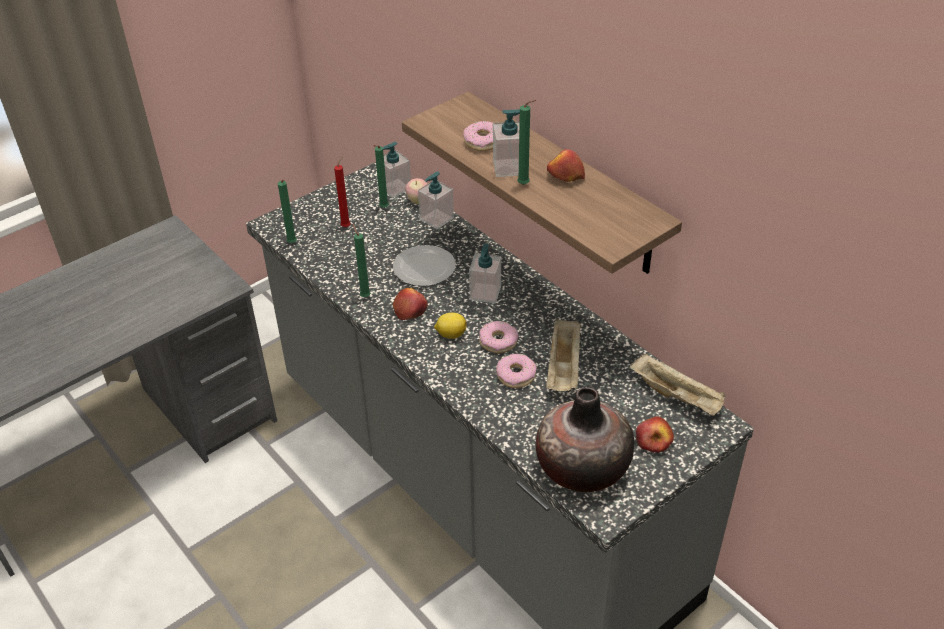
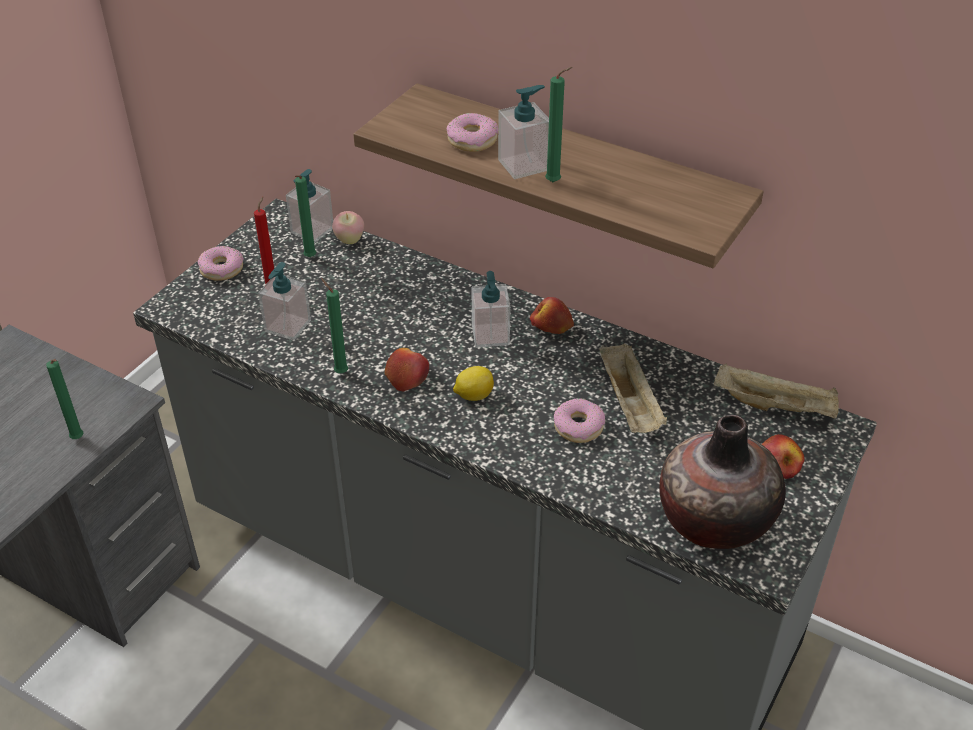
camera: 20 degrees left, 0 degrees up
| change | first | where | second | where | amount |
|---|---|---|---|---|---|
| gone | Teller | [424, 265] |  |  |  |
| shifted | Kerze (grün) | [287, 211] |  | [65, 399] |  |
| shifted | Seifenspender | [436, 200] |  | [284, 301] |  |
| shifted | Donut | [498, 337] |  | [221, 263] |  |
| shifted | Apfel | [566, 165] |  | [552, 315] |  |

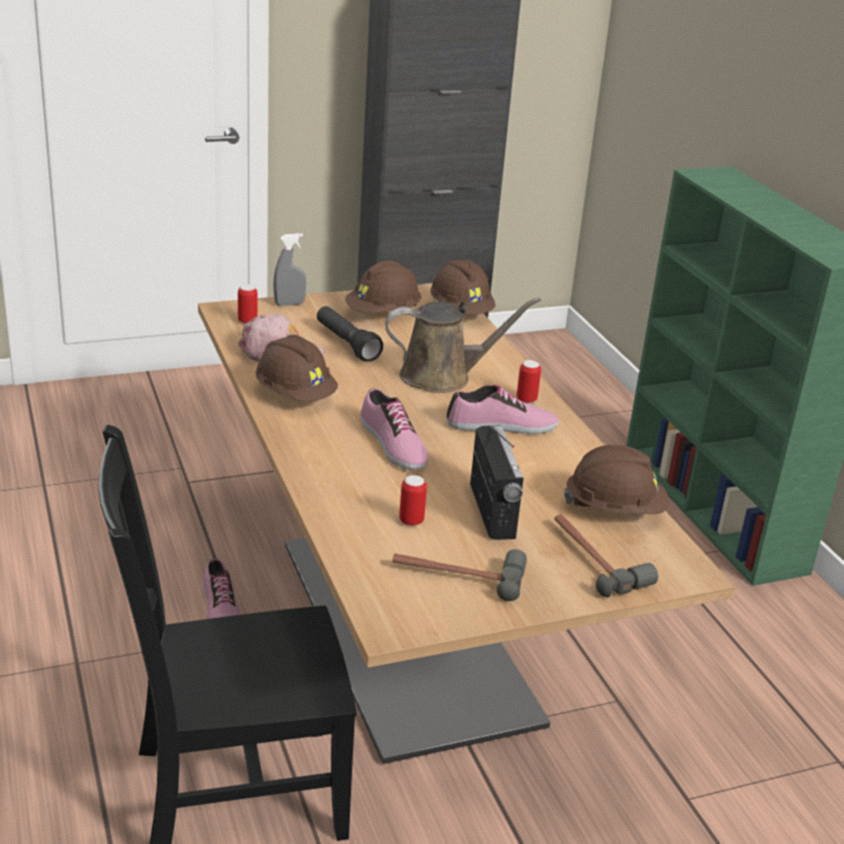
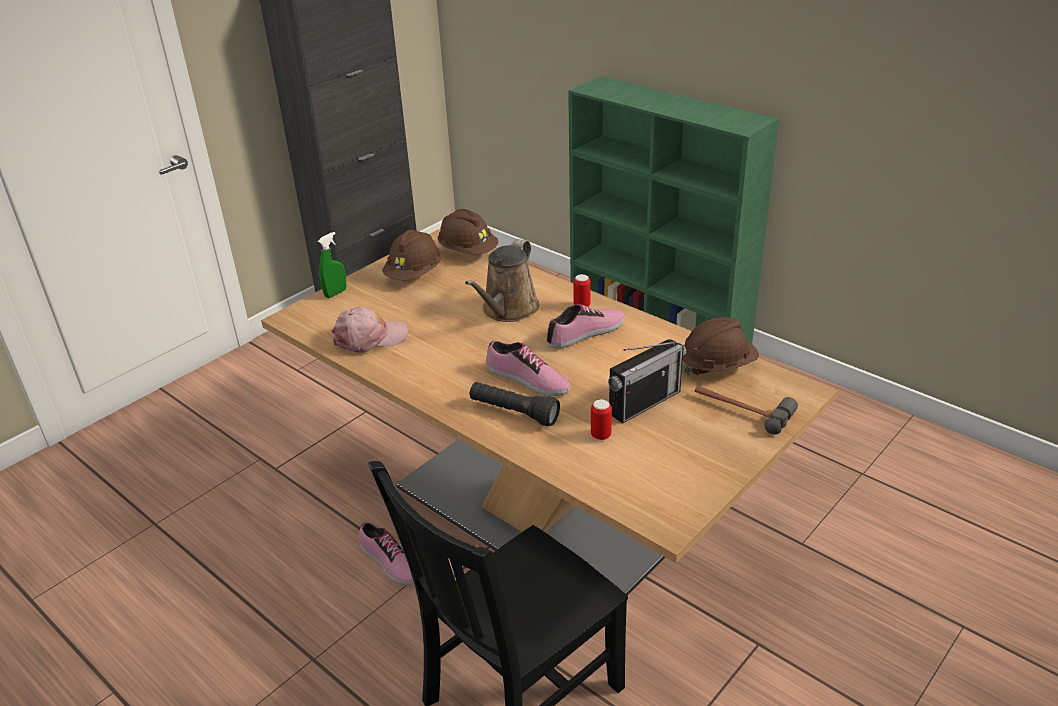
camera: 25 degrees left, 5 degrees up
| change | first | where | second | where | amount |
|---|---|---|---|---|---|
| gone | Dose | [248, 304] |  |  |  |
| gone | Schutzhelm (braun) | [296, 368] |  |  |  |
| gone | Hammer | [459, 575] |  |  |  |
| shifted | Taschenlampe (schwarz) | [350, 334] |  | [515, 404] |  |
| repainted | Sprühflasche (grau) | [289, 269] | Sprühflasche (grün) | [332, 265] |  |
| rotated | Gießkanne (braun) | [463, 345] |  | [502, 280] | 150 degrees clockwise |
| rotated | Radio | [497, 482] |  | [647, 382] | 90 degrees clockwise |

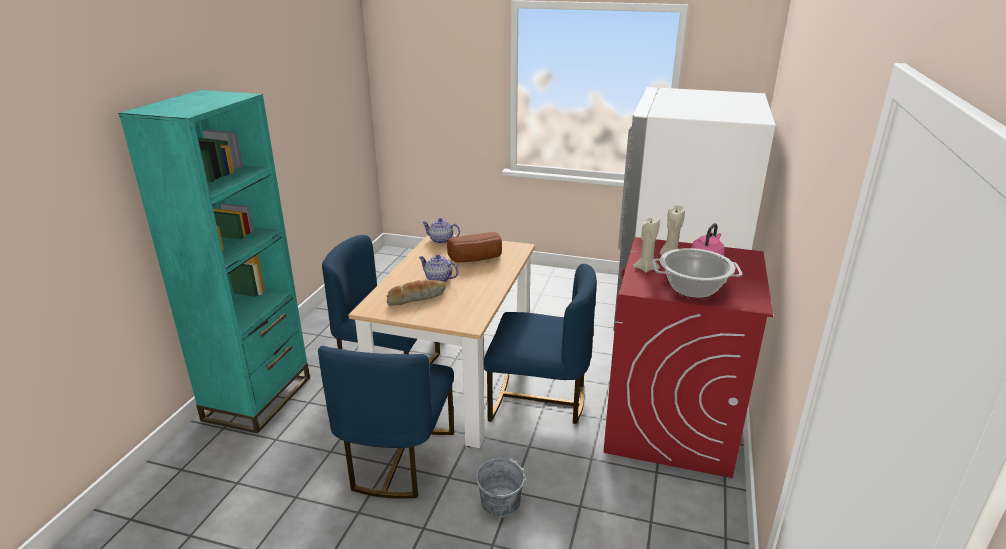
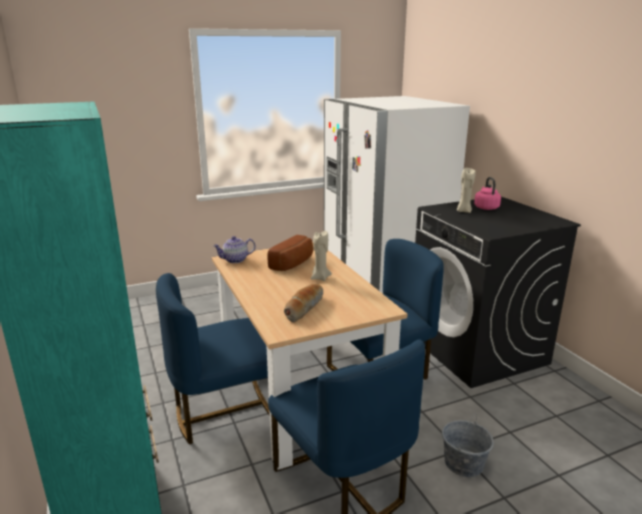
camera: 40 degrees left, 5 degrees down
| change | first | where | second | where | amount |
|---|---|---|---|---|---|
| gone | Teekanne | [438, 268] |  |  |  |
| gone | Kochtopf | [697, 273] |  |  |  |
| shifted | Kerze (beige) | [646, 245] |  | [321, 256] |  |
| repainted | Waschmaschine (rot) | [688, 357] | Waschmaschine (schwarz) | [498, 292] |  |

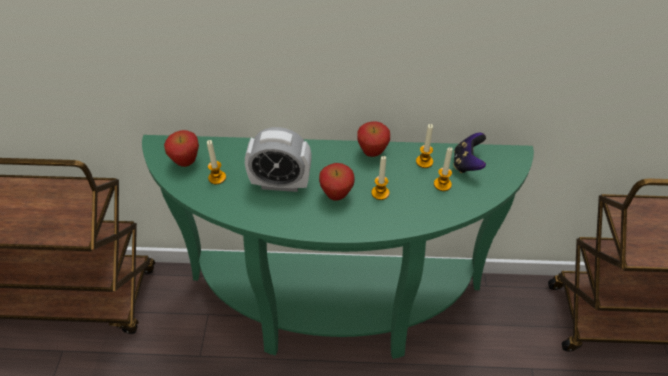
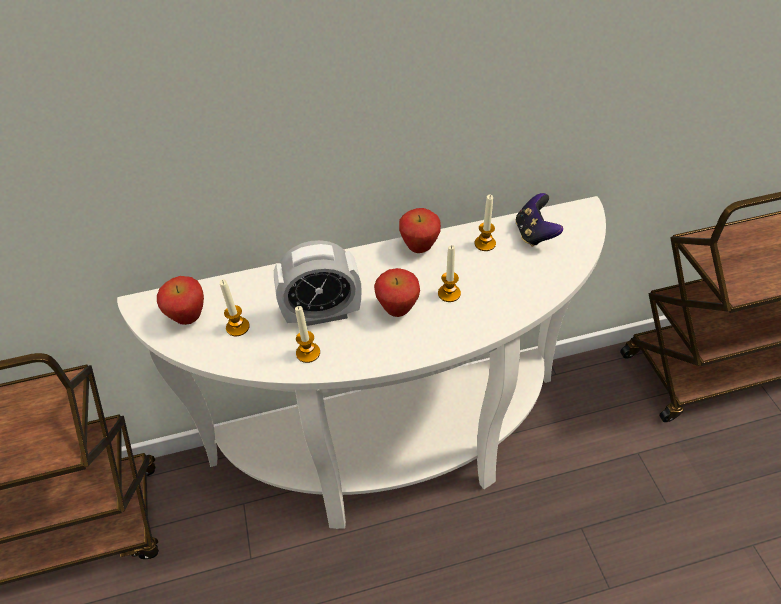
camera: 15 degrees left, 0 degrees up
| change | first | where | second | where | amount |
|---|---|---|---|---|---|
| shifted | Kerze | [443, 169] |  | [307, 334] |  |
| repainted | Konsolentisch (grün) | [338, 247] | Konsolentisch (weiß) | [361, 362] |  |

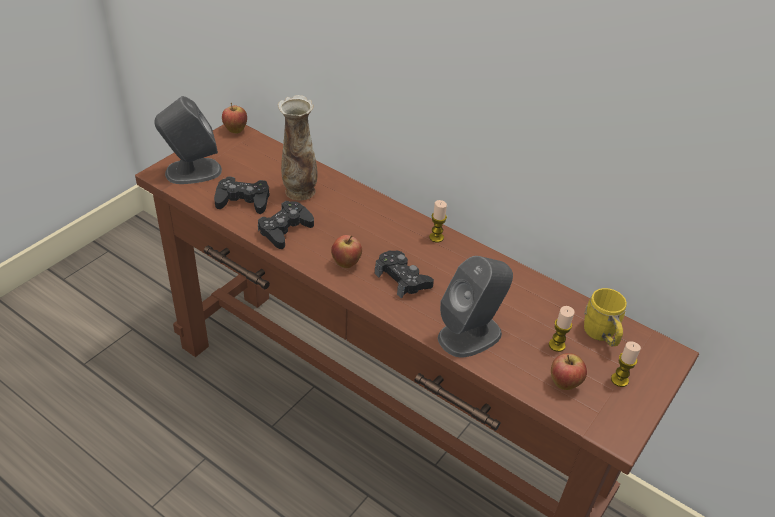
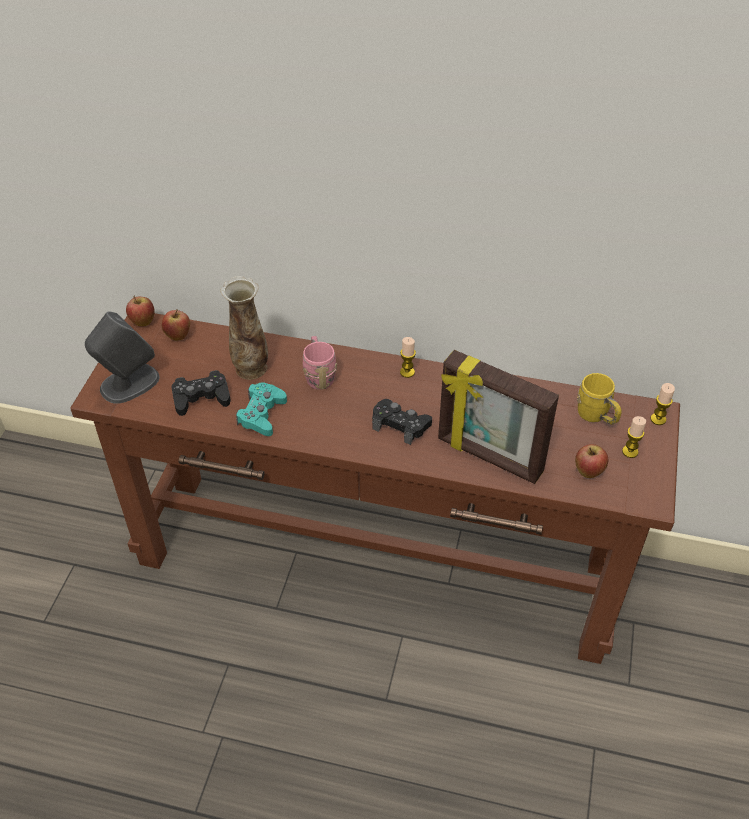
camera: 20 degrees left, 5 degrees up
| change | first | where | second | where | amount |
|---|---|---|---|---|---|
| new |  |  | Henkelbecher (rosa) | [320, 363] |  |
| shifted | Apfel | [346, 251] |  | [176, 325] |  |
| shifted | Kerze | [562, 329] |  | [662, 404] |  |
| swapped | Lautsprecher (grau) | [475, 307] | Bilderrahmen | [498, 417] |  |
| repainted | Gamepad (schwarz) | [286, 225] | Gamepad (türkis) | [261, 409] |  |

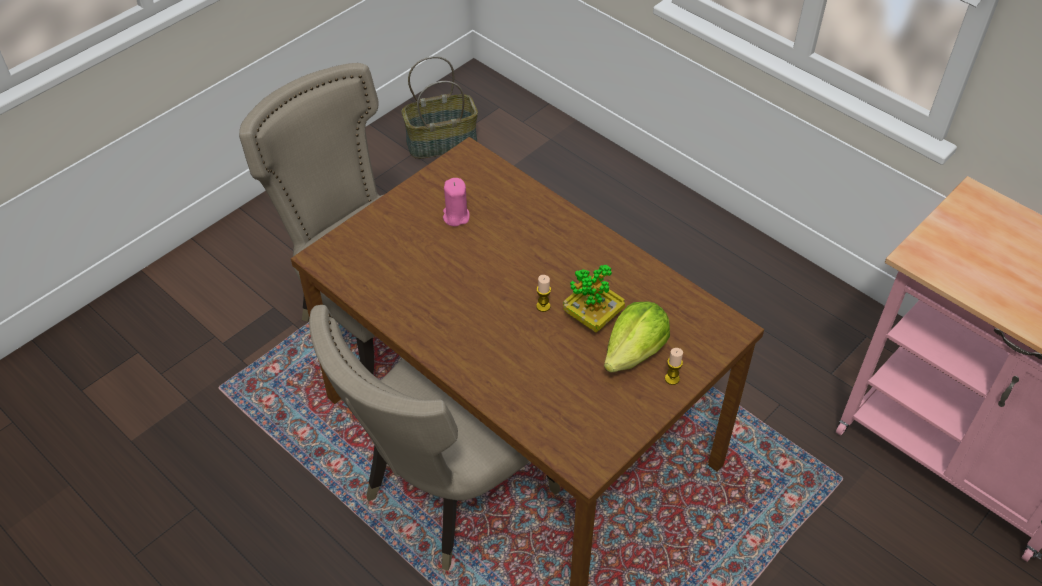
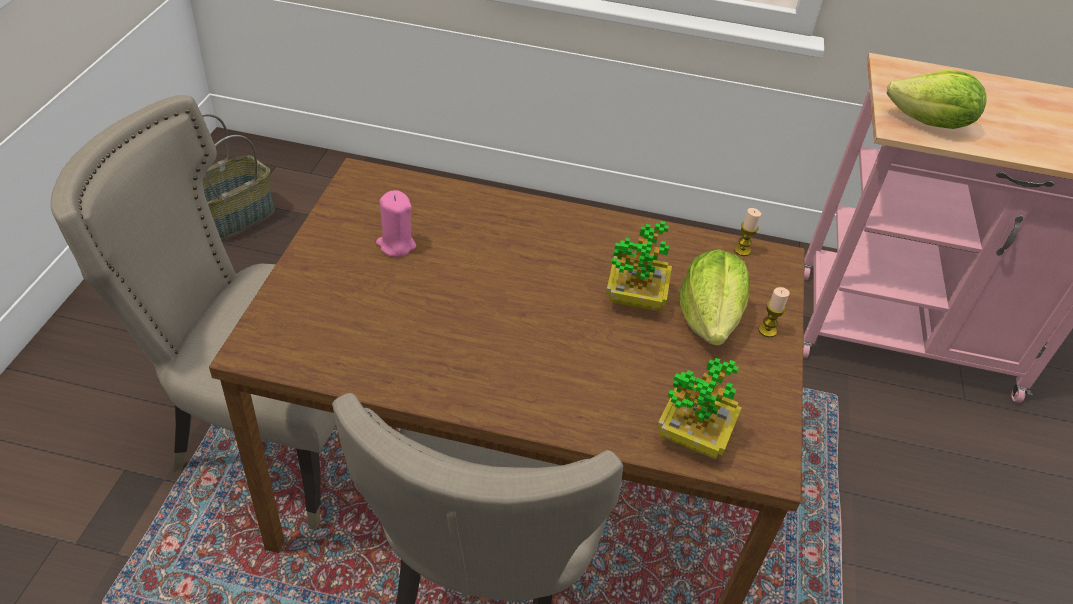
camera: 35 degrees left, 5 degrees down
| change | first | where | second | where | amount |
|---|---|---|---|---|---|
| new |  |  | Topfpflanze | [699, 409] |  |
| new |  |  | Salatkopf | [936, 99] |  |
| shifted | Kerze | [543, 293] |  | [747, 232] |  |

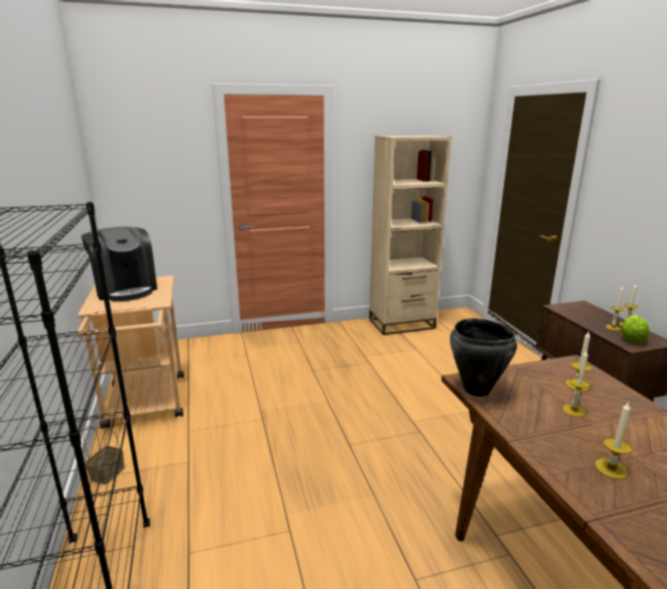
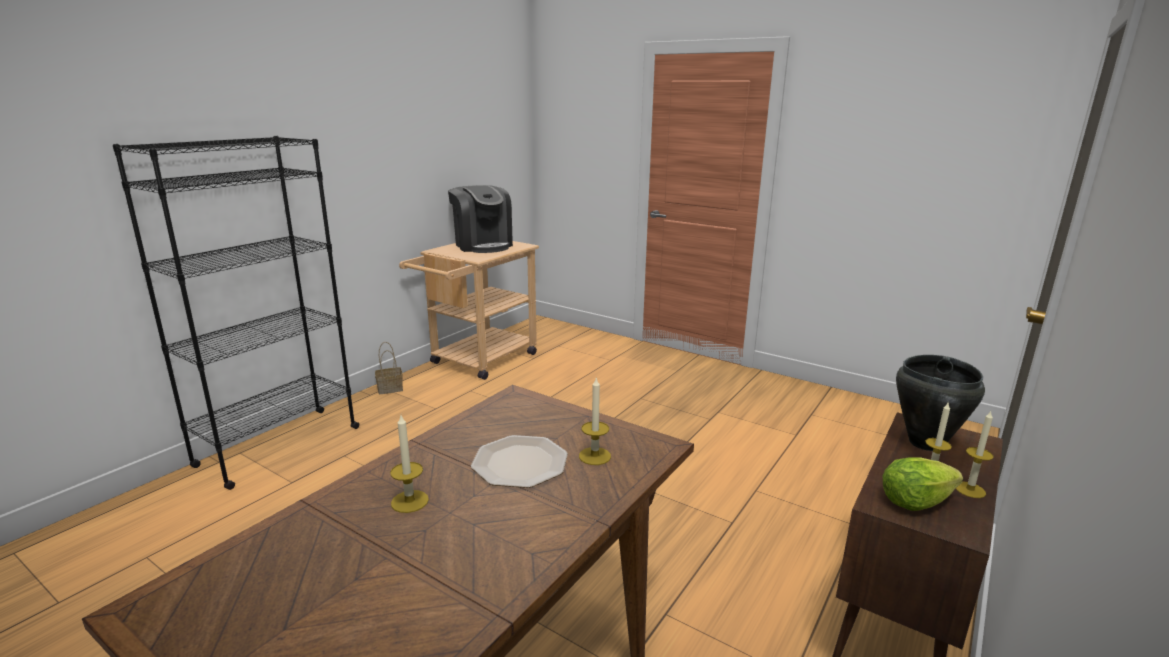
camera: 50 degrees right, 0 degrees up
| change | first | where | second | where | amount |
|---|---|---|---|---|---|
| gone | Bücherregal (beige) | [410, 235] |  |  |  |
| shifted | Kochtopf (schwarz) | [483, 357] |  | [940, 403] |  |
| swapped | Kerze | [576, 383] | Teller | [519, 461] |  |
| rotated | Kaffeemaschine | [119, 264] |  | [480, 219] | 45 degrees counterclockwise |

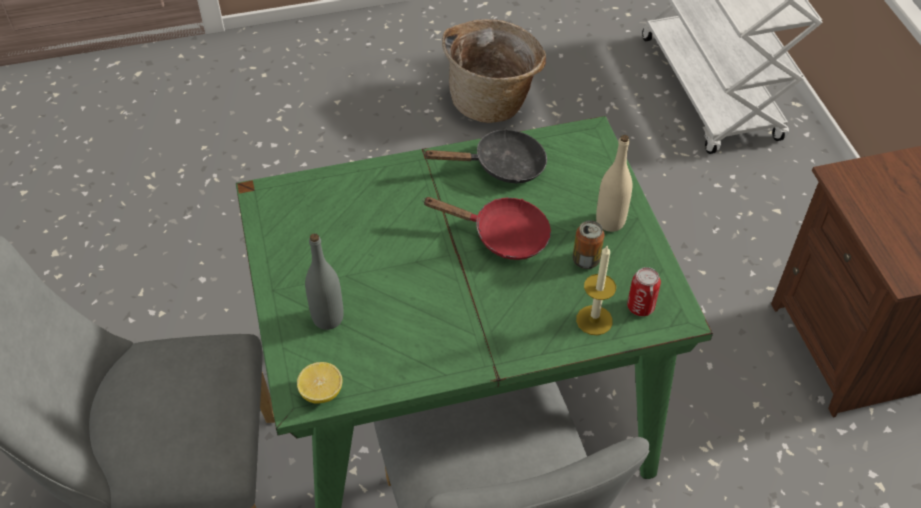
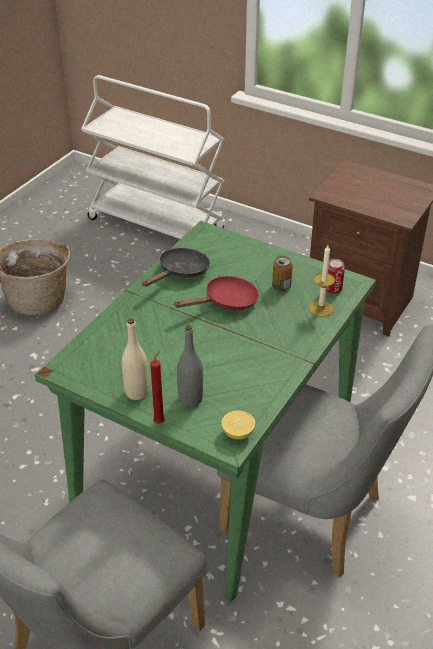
camera: 45 degrees left, 10 degrees down
| change | first | where | second | where | amount |
|---|---|---|---|---|---|
| new |  |  | Kerze (rot) | [157, 387] |  |
| shifted | Flasche (beige) | [614, 183] |  | [135, 359] |  |

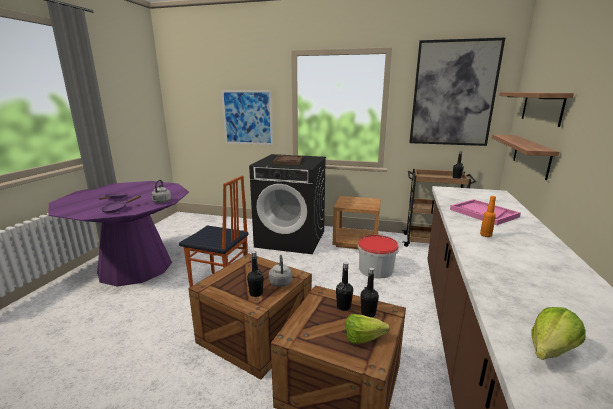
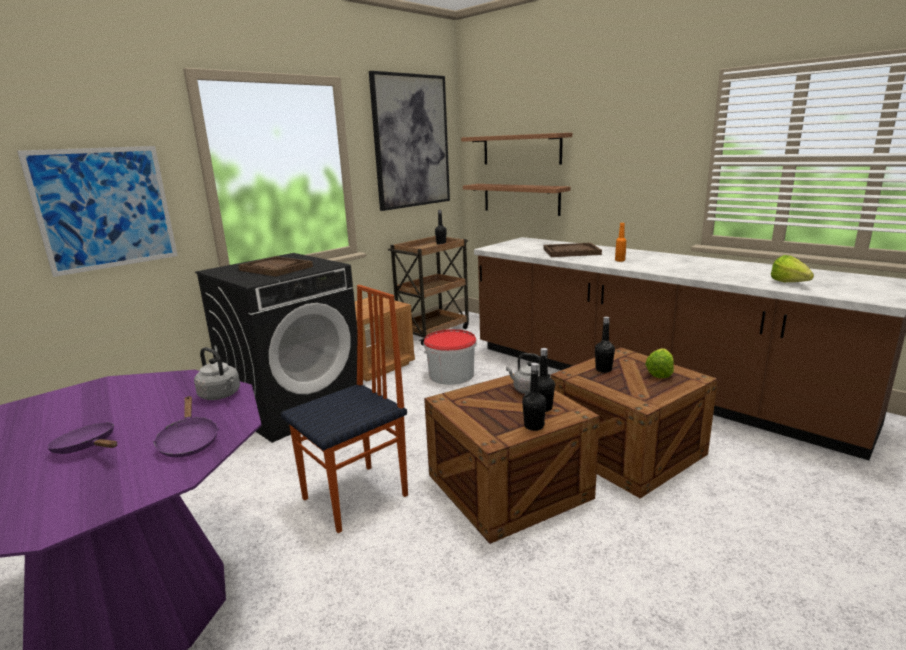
camera: 60 degrees left, 0 degrees up
| change | first | where | second | where | amount |
|---|---|---|---|---|---|
| shifted | Flasche (schwarz) | [370, 292] |  | [534, 397] |  |
| repainted | Tablett (rosa) | [485, 212] | Tablett (braun) | [573, 250] |  |

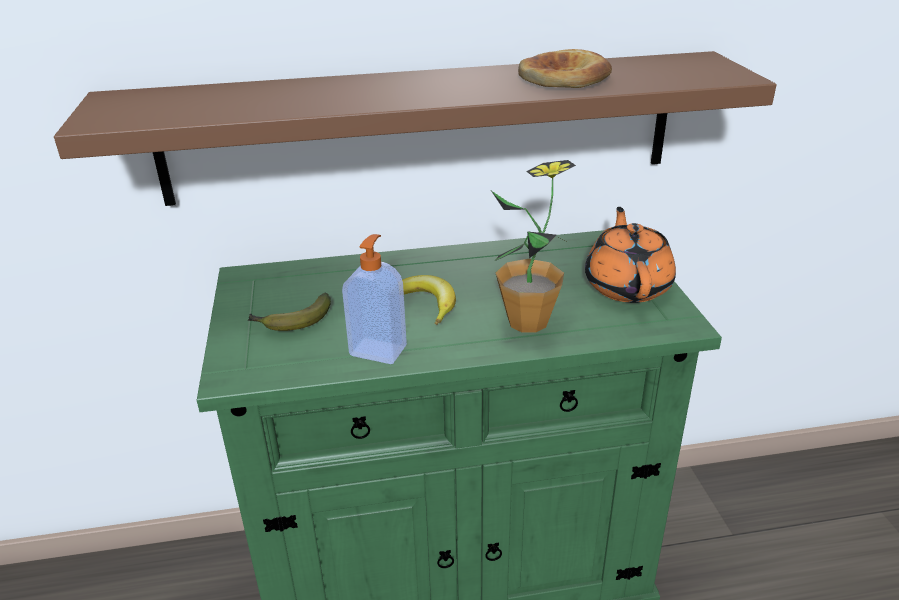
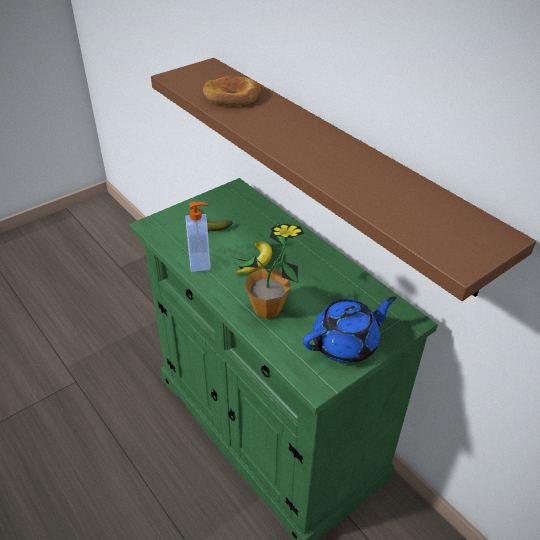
camera: 60 degrees right, 10 degrees up
| change | first | where | second | where | amount |
|---|---|---|---|---|---|
| shifted | Brot | [565, 68] |  | [232, 90] |  |
| repainted | Teekanne (orange) | [630, 255] | Teekanne (blau) | [349, 329] |  |

